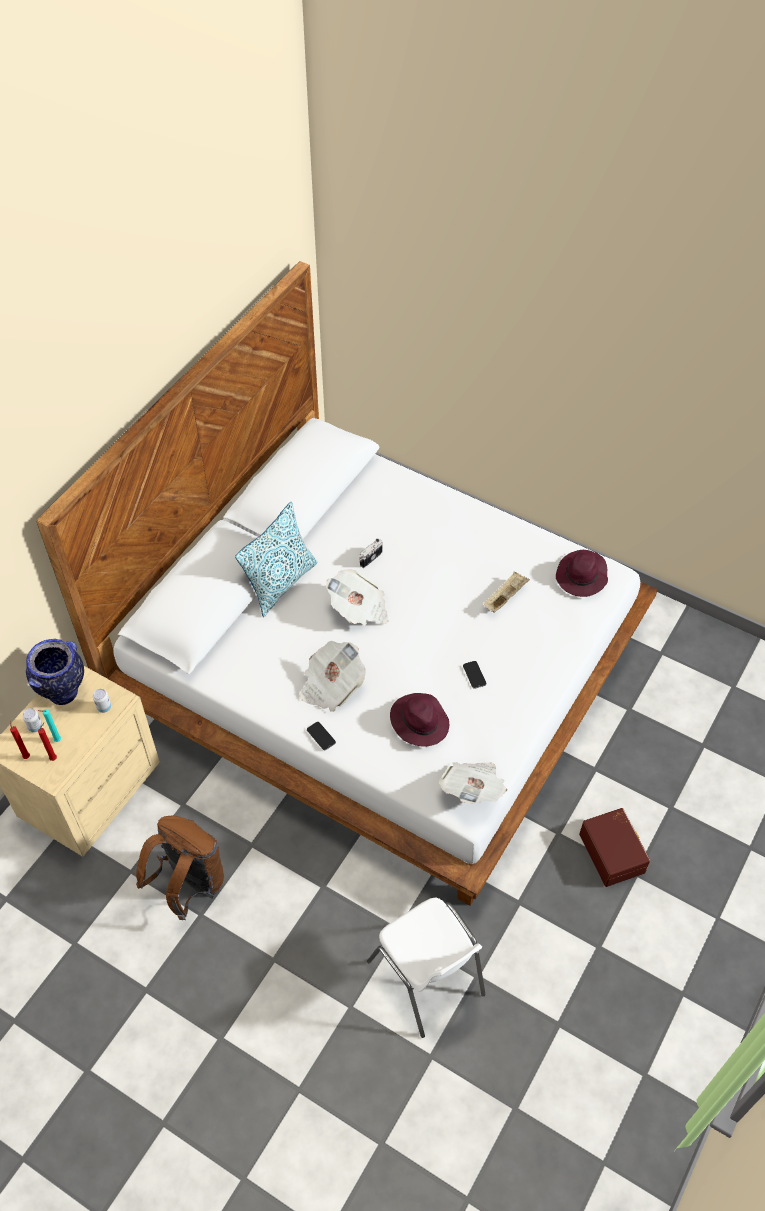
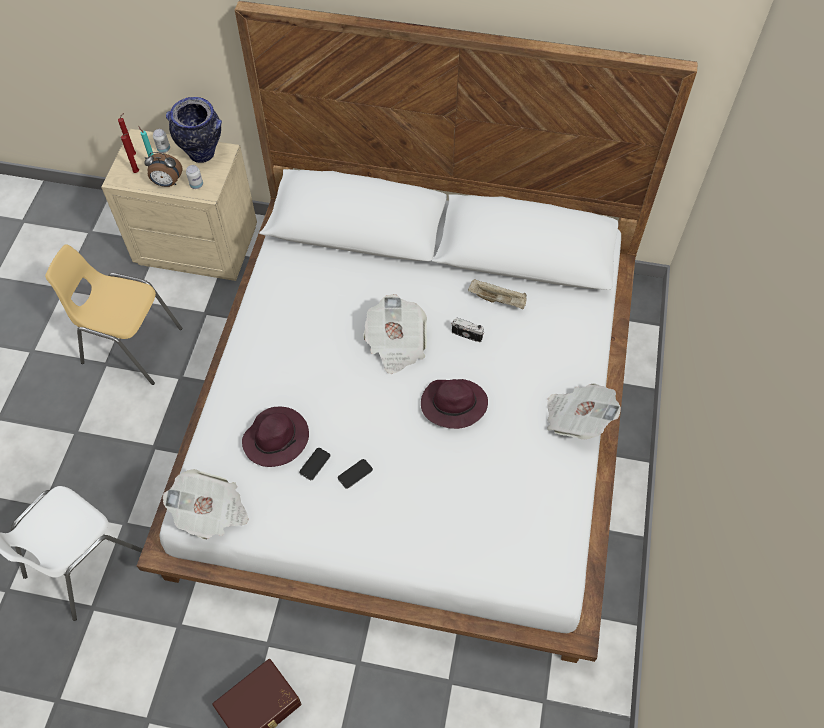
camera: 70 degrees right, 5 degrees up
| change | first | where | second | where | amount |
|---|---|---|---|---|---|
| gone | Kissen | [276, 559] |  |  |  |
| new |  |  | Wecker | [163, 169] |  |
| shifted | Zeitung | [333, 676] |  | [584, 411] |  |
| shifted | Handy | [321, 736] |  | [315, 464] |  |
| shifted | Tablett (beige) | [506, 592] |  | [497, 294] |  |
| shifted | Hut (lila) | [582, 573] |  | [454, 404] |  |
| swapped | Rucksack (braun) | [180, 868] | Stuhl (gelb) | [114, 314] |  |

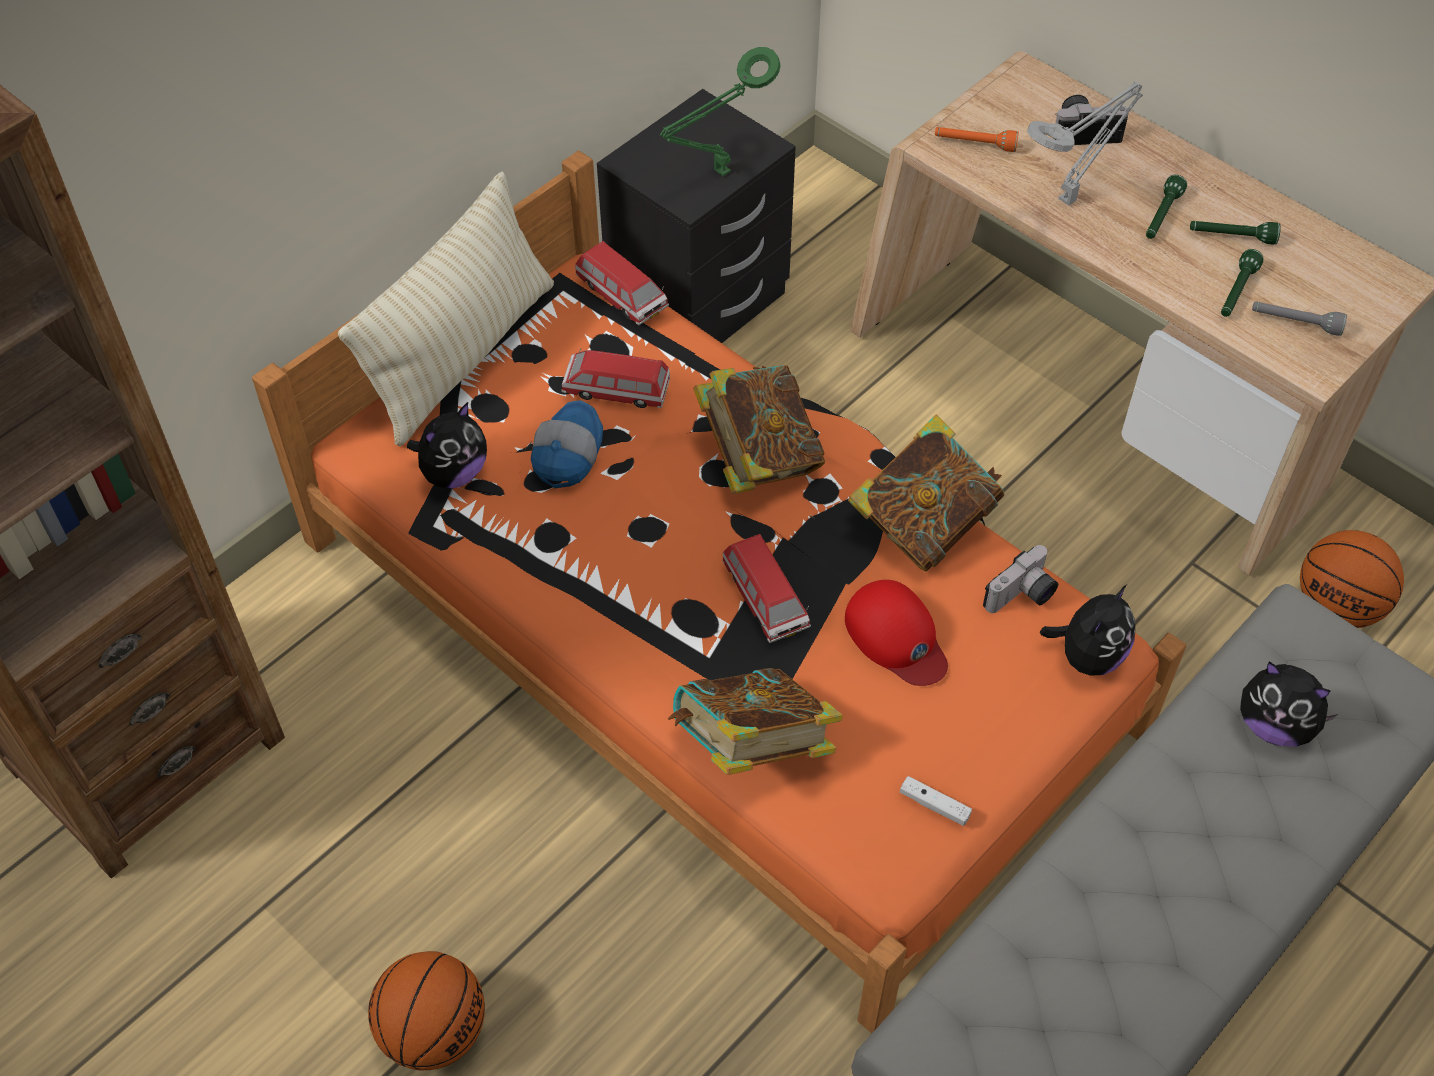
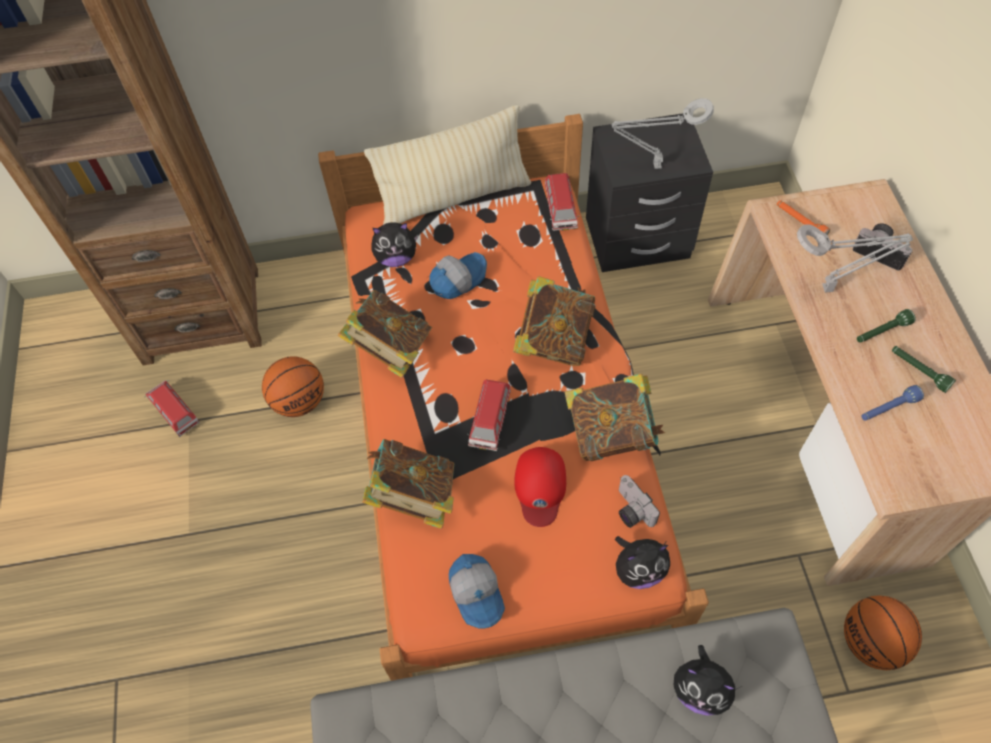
camera: 40 degrees right, 5 degrees up
| change | first | where | second | where | amount |
|---|---|---|---|---|---|
| gone | Taschenlampe (grau) | [1299, 319] |  |  |  |
| new |  |  | Buch | [385, 334] |  |
| shifted | Basketball | [426, 1010] |  | [293, 386] |  |
| shifted | Spielzeugauto | [615, 378] |  | [172, 408] |  |
| swapped | Gamepad (weiß) | [936, 801] | Kappe | [477, 591] |  |
| repainted | Tischlampe (grün) | [720, 111] | Tischlampe (grau) | [663, 133] |  |
| repainted | Taschenlampe (grün) | [1242, 283] | Taschenlampe (blau) | [892, 403] |  |
| rotated | Kamera | [1020, 579] |  | [639, 501] | 60 degrees clockwise |
| rotated | Plüschtier | [1289, 704] |  | [707, 680] | 45 degrees counterclockwise |

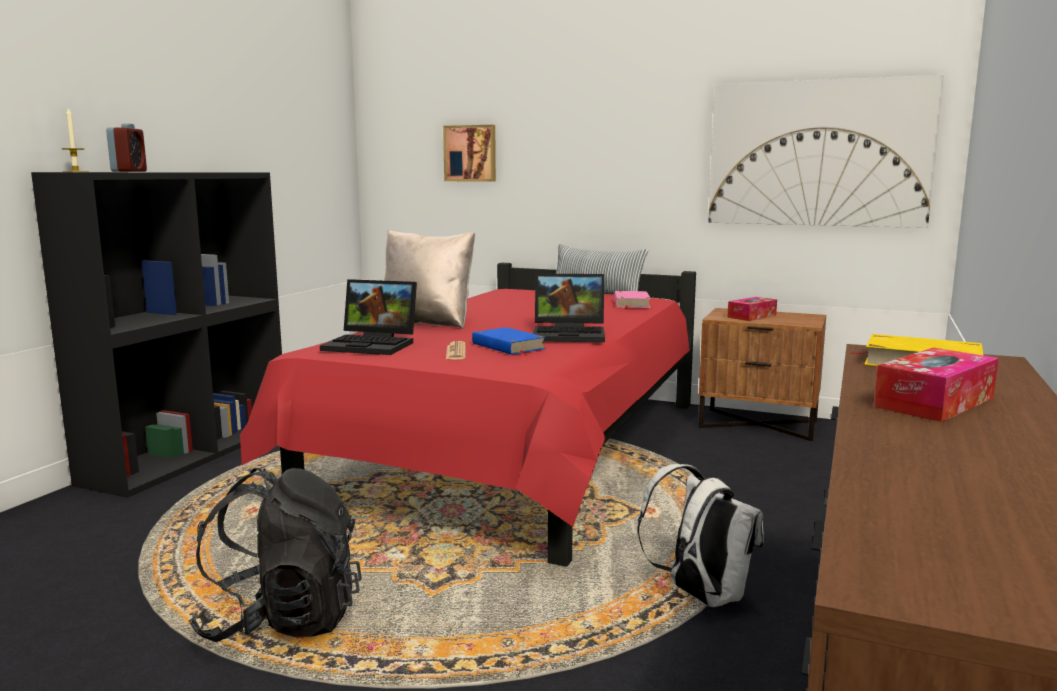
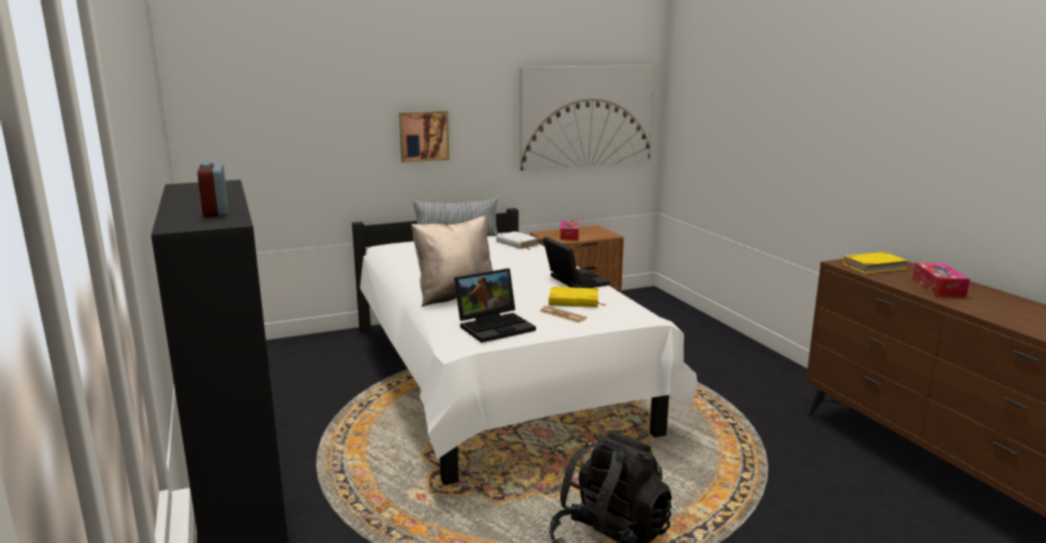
camera: 45 degrees left, 5 degrees up
| change | first | where | second | where | amount |
|---|---|---|---|---|---|
| gone | Kerze | [75, 140] |  |  |  |
| gone | Rucksack (weiß) | [700, 535] |  |  |  |
| shifted | Bild | [469, 153] |  | [424, 137] |  |
| repainted | Bett (rot) | [468, 415] | Bett (weiß) | [525, 346] |  |
| repainted | Buch (blau) | [509, 341] | Buch (gelb) | [578, 297] |  |
| repainted | Buch (rosa) | [632, 300] | Buch (weiß) | [518, 240] |  |
| rotated | Wecker | [126, 147] |  | [212, 189] | 150 degrees counterclockwise |
| rotated | Laptop | [569, 307] |  | [576, 262] | 75 degrees counterclockwise |

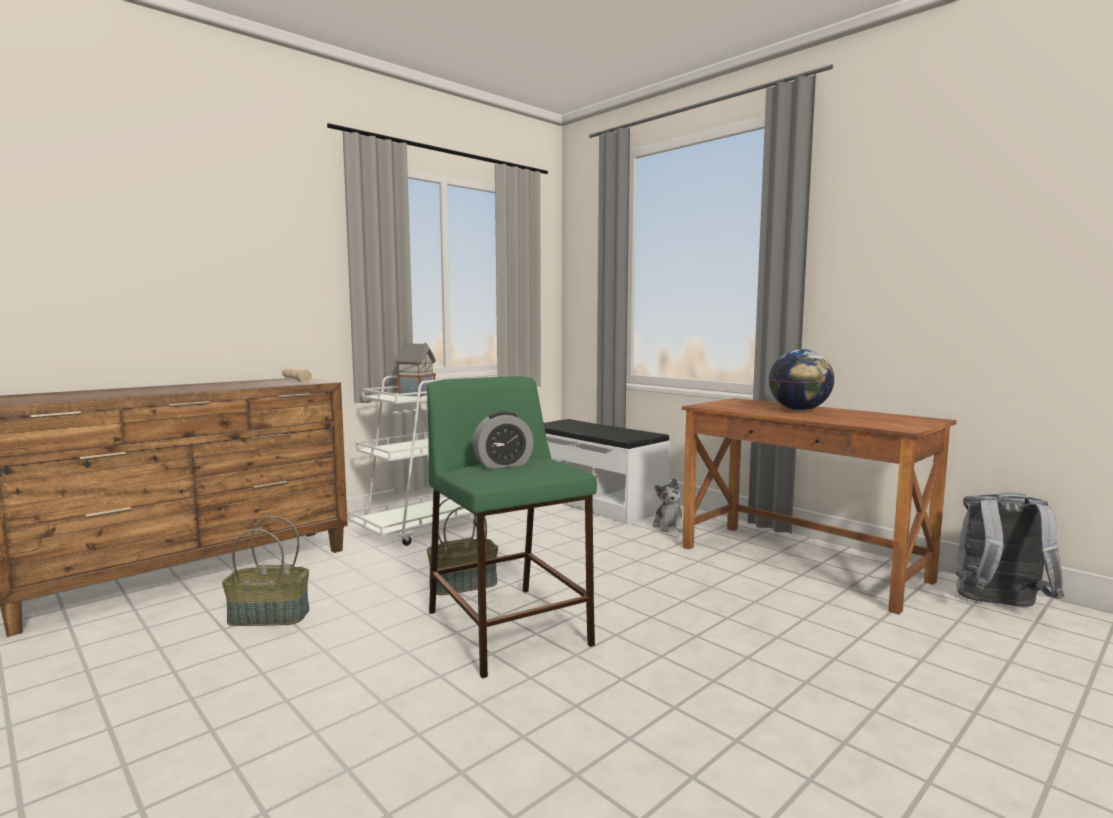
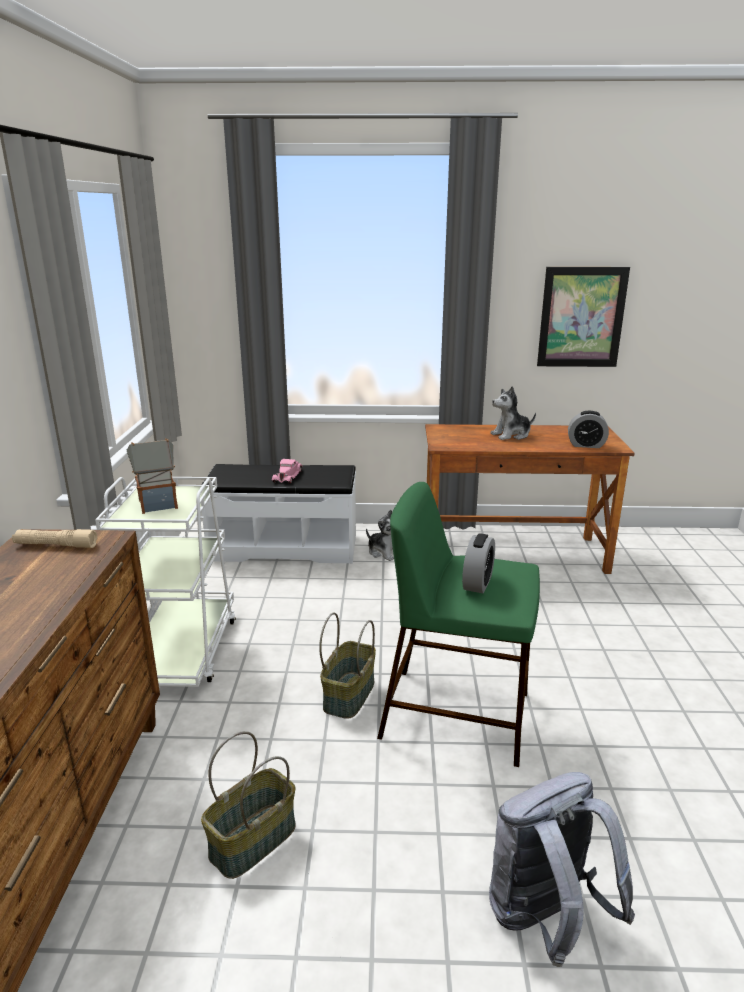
camera: 45 degrees left, 15 degrees up
| change | first | where | second | where | amount |
|---|---|---|---|---|---|
| new |  |  | Spielzeugauto (rosa) | [287, 471] |  |
| new |  |  | Bild | [583, 317] |  |
| new |  |  | Wecker | [588, 429] |  |
| shifted | Rucksack (grau) | [1010, 549] |  | [562, 869] |  |
| swapped | Globus | [802, 379] | Plüschtier | [513, 413] |  |

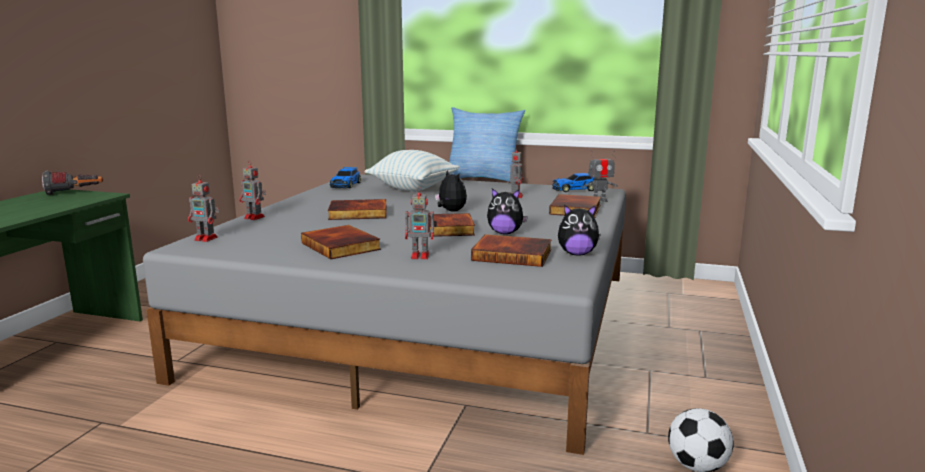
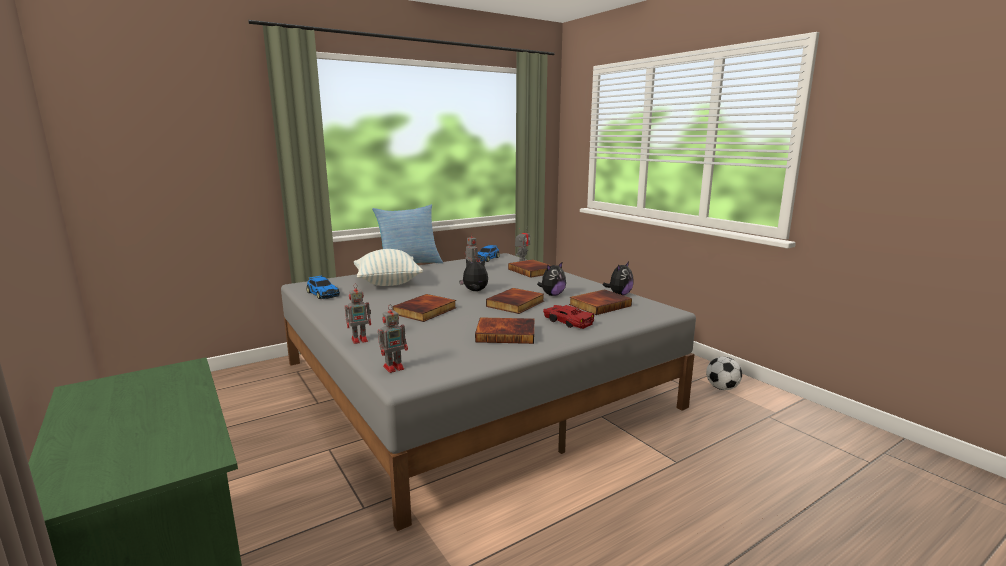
camera: 50 degrees left, 0 degrees up
| change | first | where | second | where | amount |
|---|---|---|---|---|---|
| gone | Taschenlampe | [72, 183] |  |  |  |
| swapped | Spielzeugroboter | [421, 224] | Spielzeugauto (rot) | [568, 317] |  |

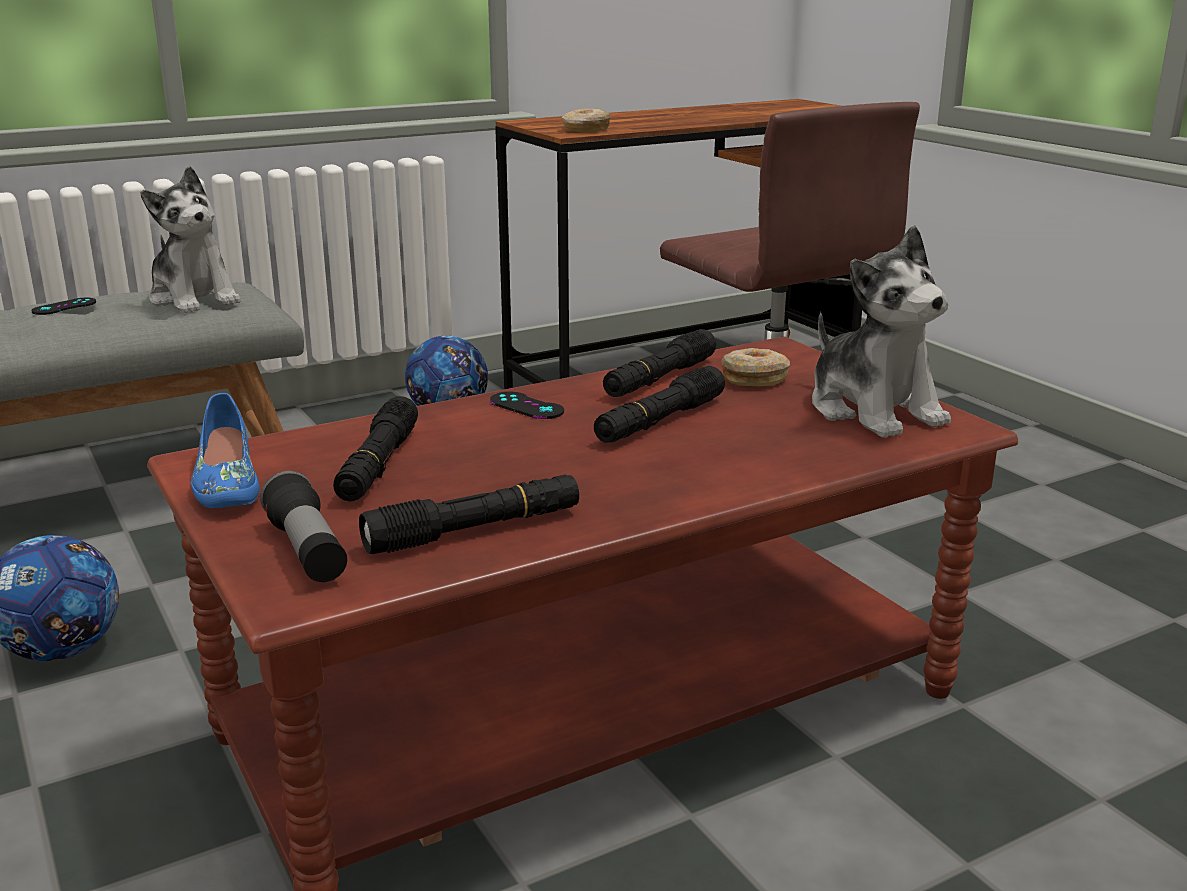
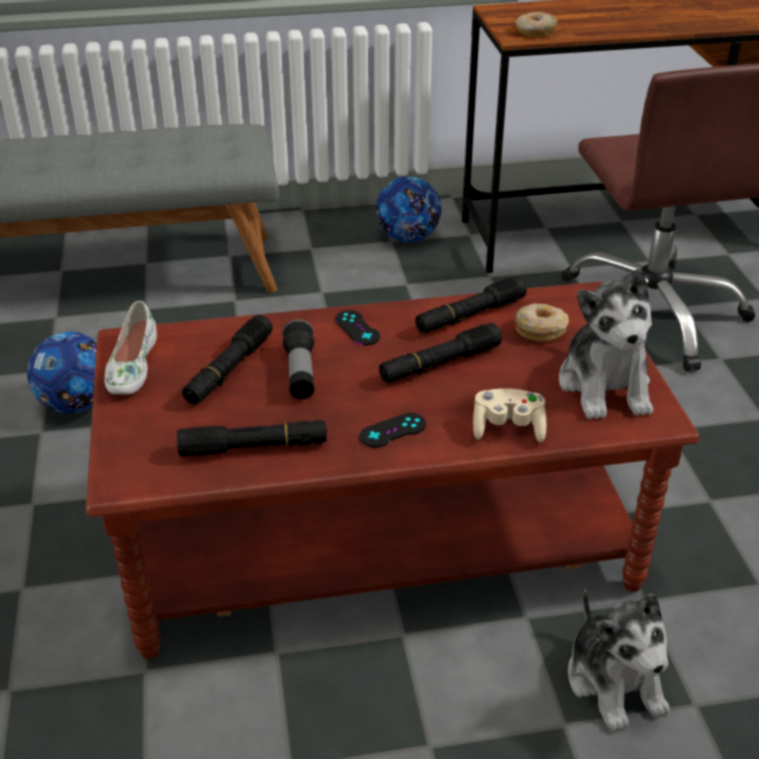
camera: 20 degrees right, 15 degrees up
| change | first | where | second | where | amount |
|---|---|---|---|---|---|
| new |  |  | Gamepad (beige) | [510, 415] |  |
| shifted | Gamepad (schwarz) | [63, 306] |  | [393, 430] |  |
| shifted | Plüschtier | [190, 239] |  | [619, 660] |  |
| shifted | Taschenlampe | [303, 526] |  | [298, 359] |  |
| repainted | Schuh (blau) | [225, 450] | Schuh (weiß) | [130, 348] |  |

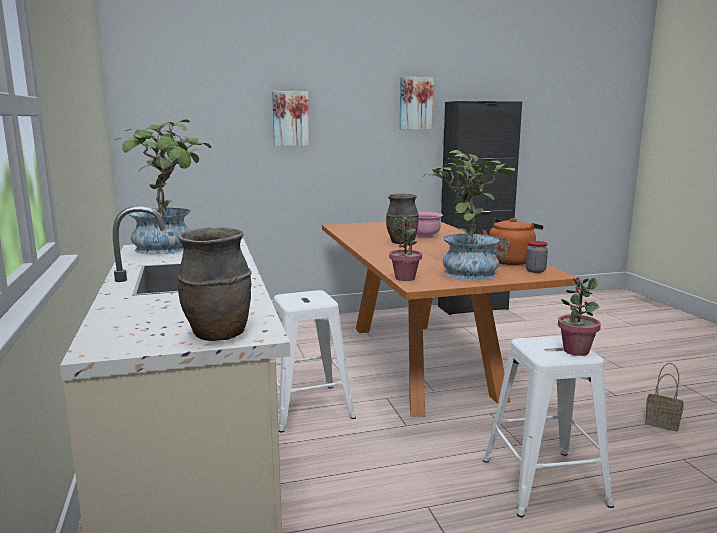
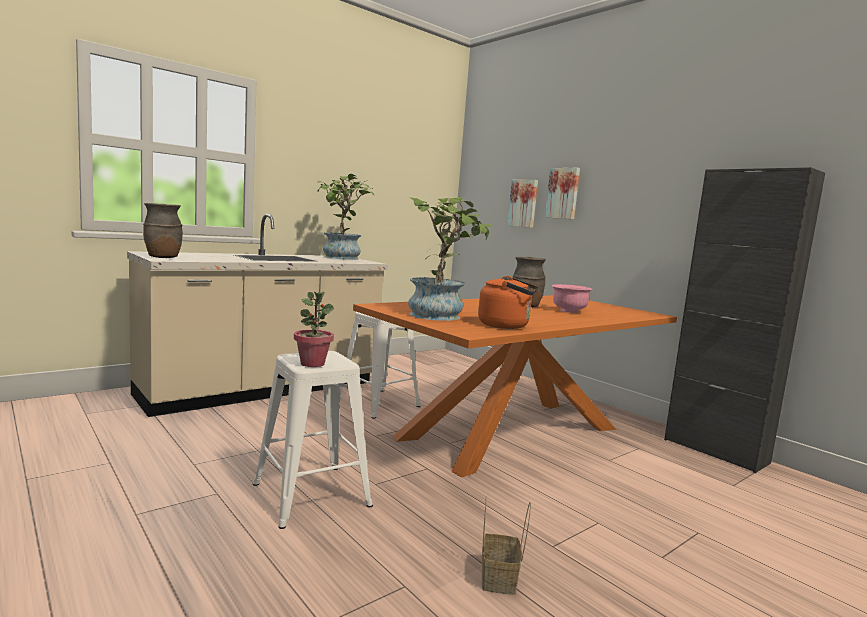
camera: 65 degrees right, 5 degrees down
| change | first | where | second | where | amount |
|---|---|---|---|---|---|
| gone | Topfpflanze | [405, 249] |  |  |  |
| gone | Vorratsglas | [537, 257] |  |  |  |
| shifted | Bild | [417, 103] |  | [522, 204] |  |

